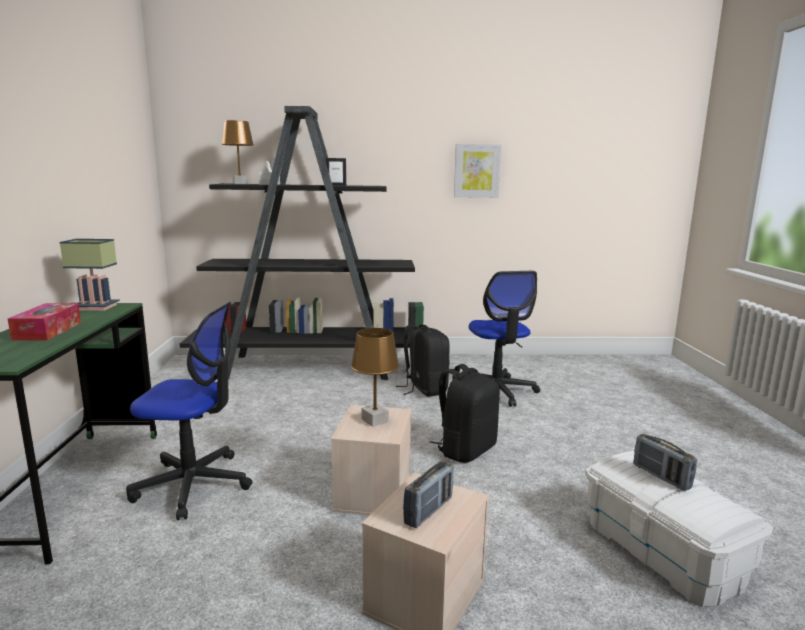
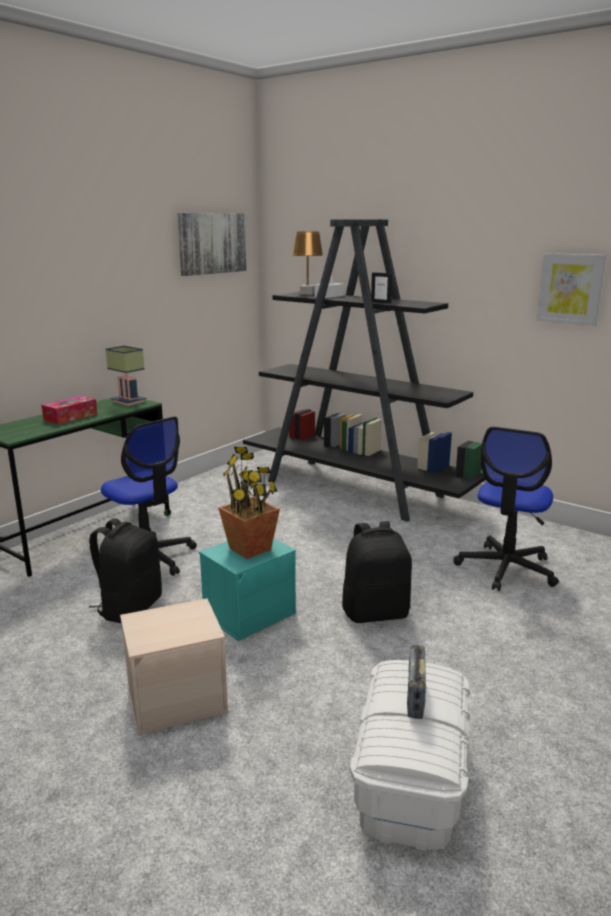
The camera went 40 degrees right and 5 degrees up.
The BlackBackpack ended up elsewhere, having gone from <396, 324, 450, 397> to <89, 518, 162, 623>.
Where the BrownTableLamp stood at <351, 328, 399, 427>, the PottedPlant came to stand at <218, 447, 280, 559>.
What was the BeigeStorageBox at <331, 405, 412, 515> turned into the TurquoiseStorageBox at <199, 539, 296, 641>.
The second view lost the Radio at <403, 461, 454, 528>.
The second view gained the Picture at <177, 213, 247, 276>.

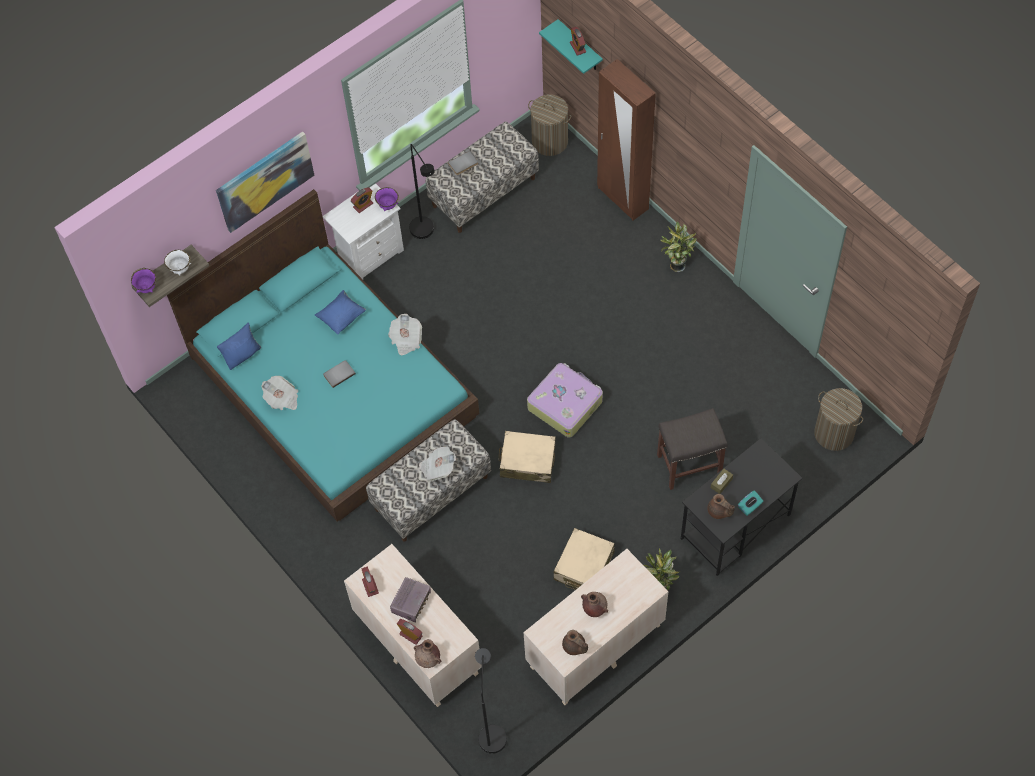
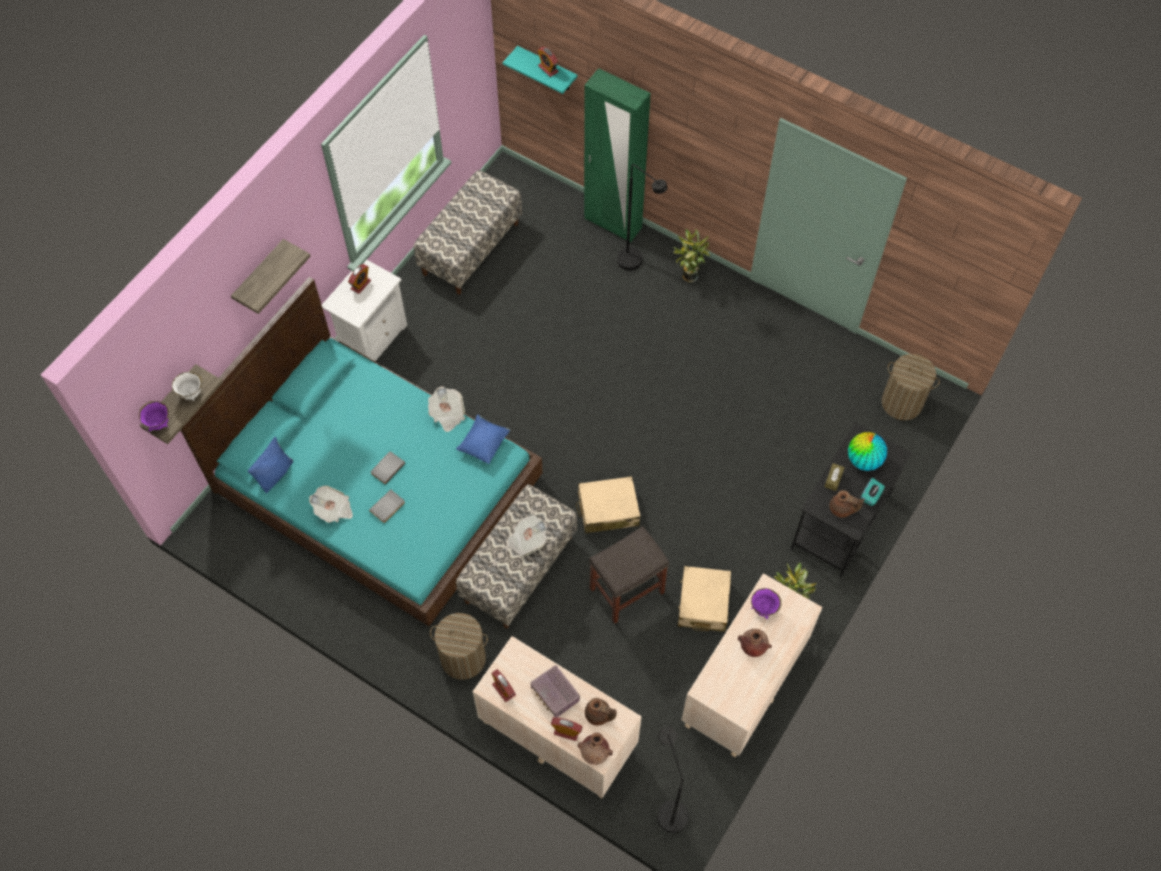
The camera went 20 degrees left and 0 degrees up.
What was the BrownWardrobe at <597, 59, 656, 221> turned into the GreenWardrobe at <584, 68, 651, 243>.
The LaundryBasket ended up elsewhere, having gone from <528, 94, 571, 156> to <430, 613, 488, 680>.
Where the Picture hung at <216, 131, 314, 233>, the Shelf came to hang at <231, 239, 311, 314>.
The BlackFloorLamp ended up elsewhere, having gone from <409, 144, 435, 239> to <617, 164, 667, 270>.
The GreyBook ended up elsewhere, having gone from <448, 151, 478, 175> to <369, 489, 405, 523>.
The PurpleBowl ended up elsewhere, having gone from <375, 187, 399, 211> to <751, 588, 782, 620>.
The BluePillow ended up elsewhere, having gone from <315, 290, 366, 334> to <456, 415, 510, 464>.
The second view lost the Suitcase at <527, 363, 603, 438>.
The GreyStool ended up elsewhere, having gone from <657, 408, 728, 490> to <589, 526, 669, 623>.
The Radio at <390, 577, 431, 622> ended up facing another way, 135 degrees clockwise from before.
The BrownTeapot ended up elsewhere, having gone from <562, 630, 588, 655> to <585, 698, 617, 726>.
The second view gained the Globe at <848, 432, 887, 471>.

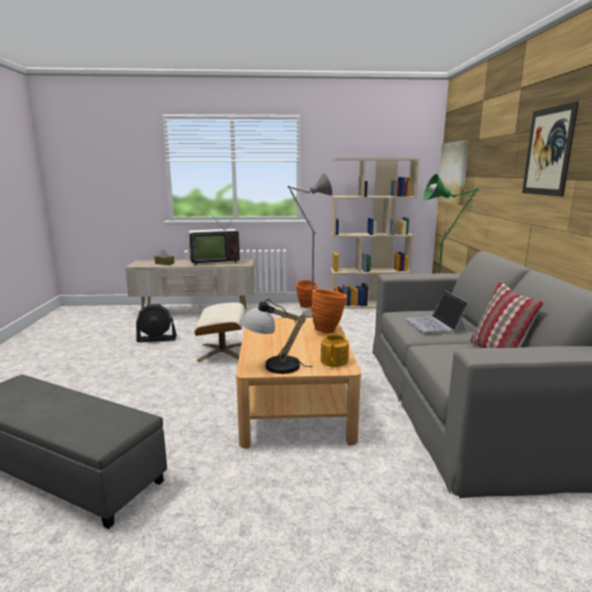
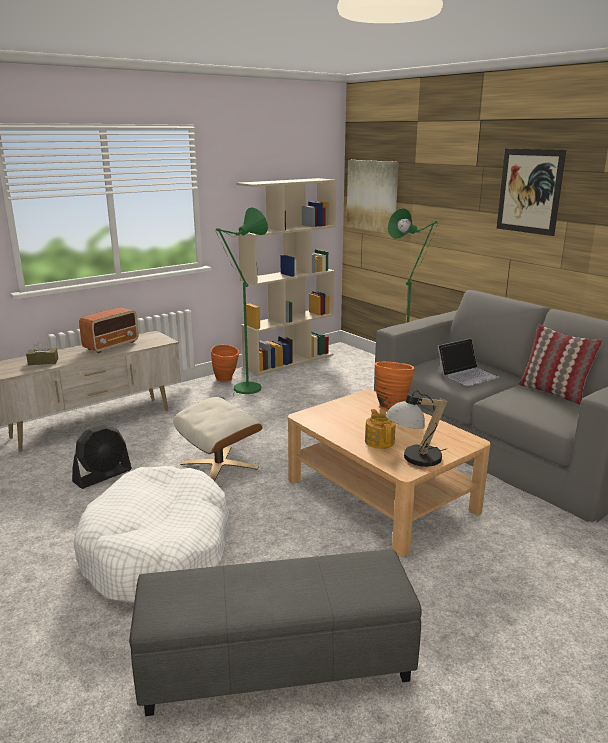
The camera went 35 degrees left and 5 degrees up.
What was the GreyFloorLamp at <281, 173, 332, 318> turned into the GreenFloorLamp at <216, 207, 268, 402>.
Where the Television stood at <188, 207, 240, 266>, the Radio came to stand at <79, 307, 138, 353>.
The Laptop at <405, 290, 469, 333> ended up facing another way, 75 degrees counterclockwise from before.
The Teapot ended up elsewhere, having gone from <320, 331, 349, 367> to <365, 409, 396, 449>.
The second view gained the WhiteDogBed at <74, 466, 229, 603>.

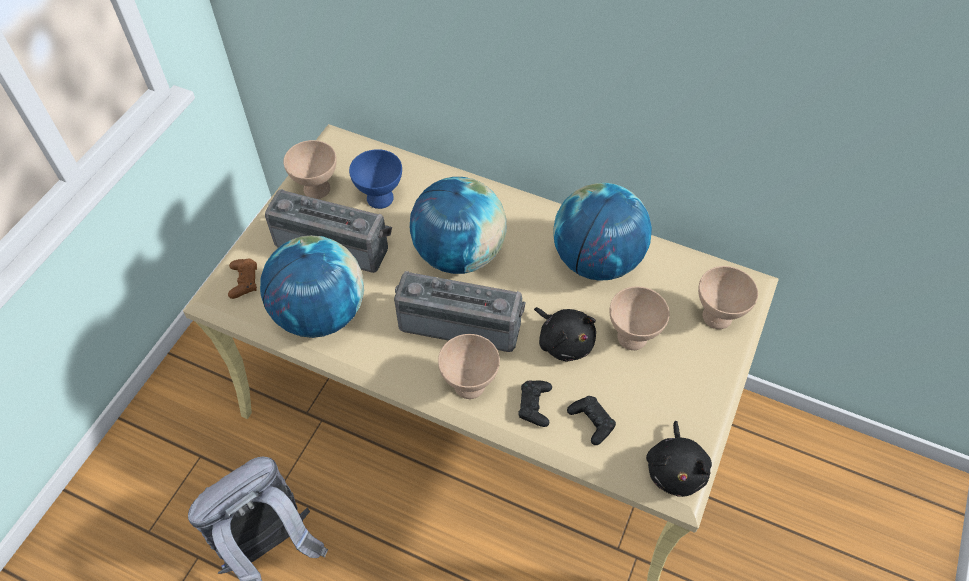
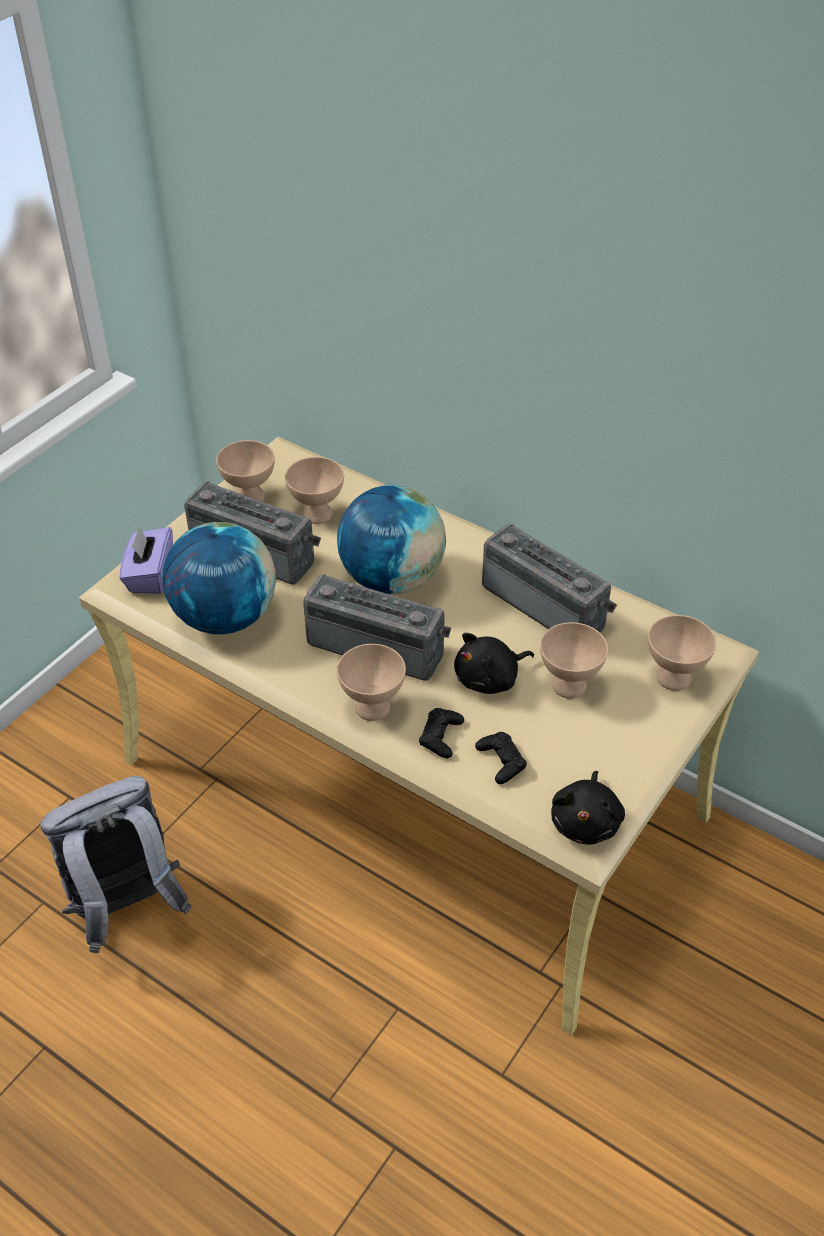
The camera went 10 degrees right and 10 degrees down.
What was the BlueBowl at <349, 149, 402, 209> turned into the BeigeBowl at <285, 457, 344, 524>.
Where the Globe stood at <553, 183, 652, 281>, the Radio came to stand at <482, 524, 617, 632>.
Where the BrownGameController stood at <228, 258, 257, 299>, the PurpleTissueBox came to stand at <120, 526, 173, 594>.
The BlackPlushToy at <534, 307, 596, 362> ended up facing another way, 90 degrees clockwise from before.

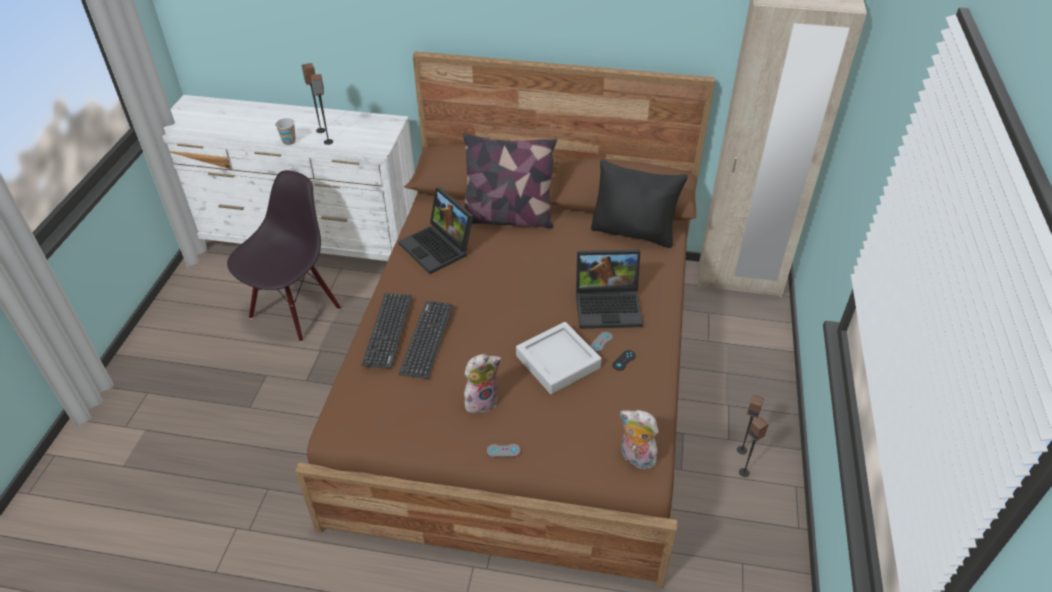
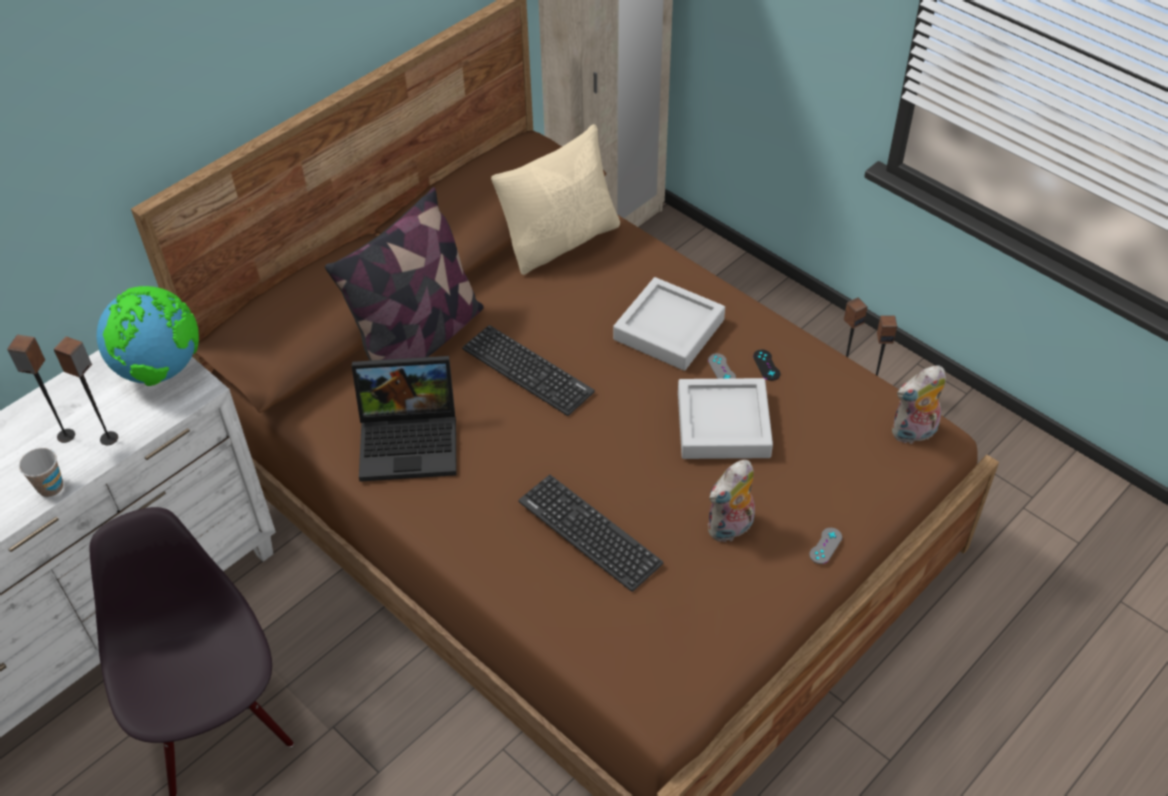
The camera went 55 degrees left and 5 degrees up.
What was the BlackPillow at <591, 160, 688, 248> turned into the BeigePillow at <491, 124, 620, 275>.
Where the Laptop stood at <576, 249, 643, 329>, the GreyTray came to stand at <613, 277, 725, 371>.
The Keyboard ended up elsewhere, having gone from <362, 293, 412, 369> to <462, 325, 595, 416>.
The PlushToy at <464, 354, 501, 416> ended up facing another way, 135 degrees counterclockwise from before.
The second view gained the Globe at <97, 286, 199, 386>.

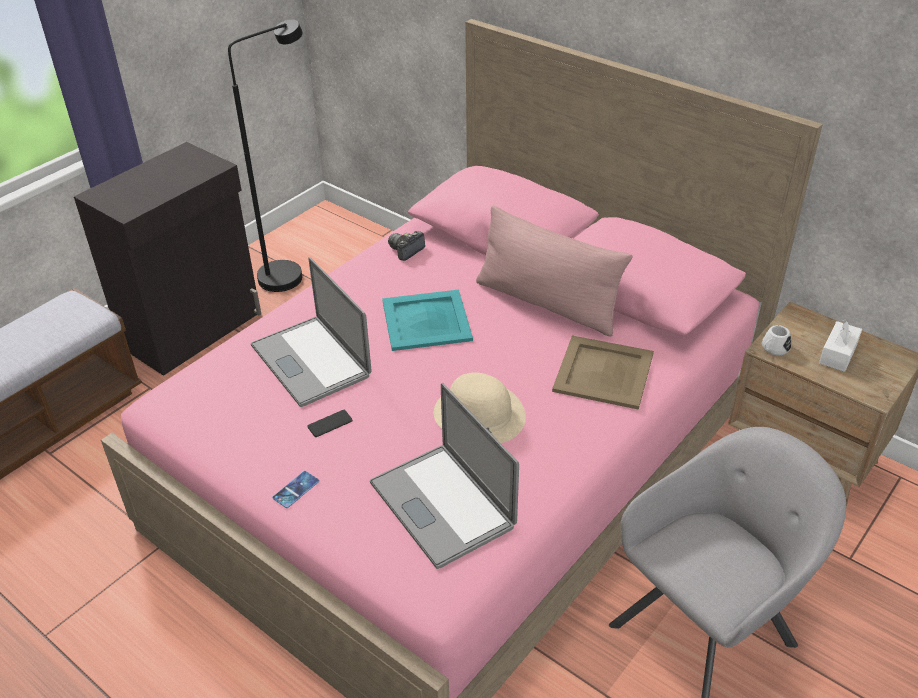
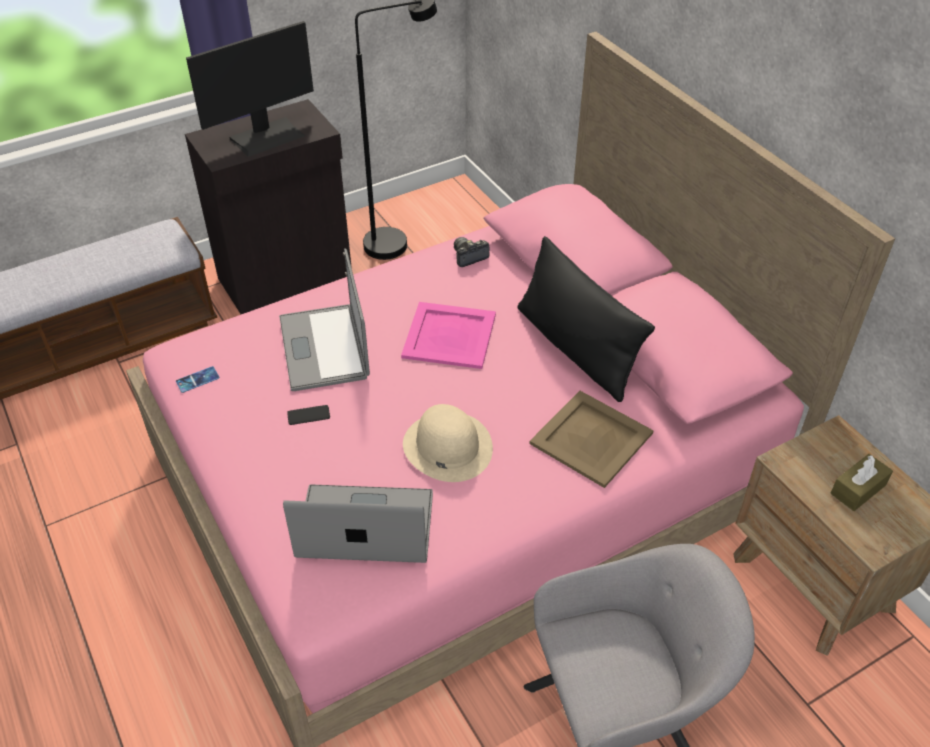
The camera went 20 degrees right and 5 degrees up.
What was the PinkPillow at <476, 205, 632, 337> turned into the BlackPillow at <518, 236, 655, 402>.
What was the TurquoiseTray at <382, 290, 473, 351> turned into the PinkTray at <401, 302, 496, 369>.
What was the WhiteTissueBox at <819, 319, 862, 372> turned into the BrownTissueBox at <831, 454, 893, 511>.
The second view lost the WhiteMug at <762, 325, 791, 355>.
The Laptop at <370, 383, 519, 569> ended up facing another way, 105 degrees clockwise from before.
The Phone ended up elsewhere, having gone from <272, 471, 319, 508> to <176, 366, 220, 393>.
The second view gained the Monitor at <186, 21, 314, 157>.

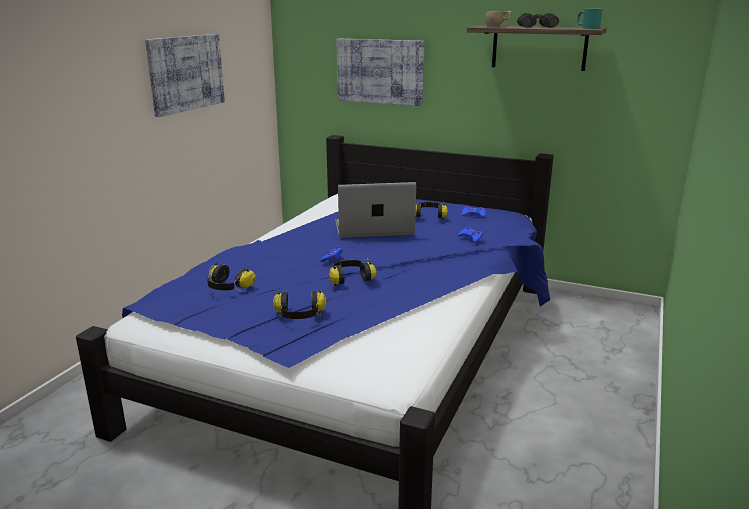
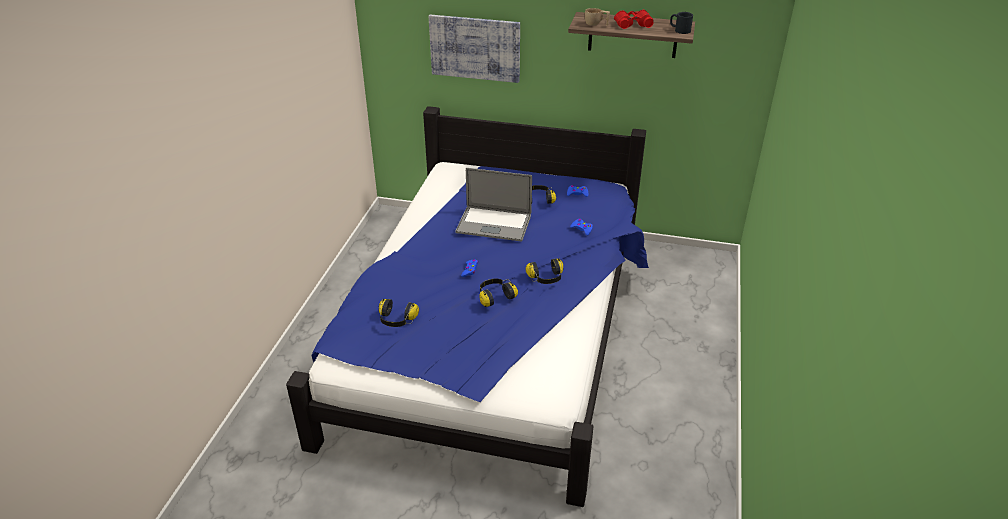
The camera went 10 degrees left and 15 degrees up.
What was the TurquoiseMug at <577, 9, 602, 29> turned into the BlackMug at <670, 12, 693, 34>.
What was the BlackBinoculars at <517, 13, 559, 28> turned into the RedBinoculars at <614, 10, 654, 29>.
The second view lost the Picture at <145, 34, 225, 117>.
The Laptop at <335, 182, 416, 238> ended up facing another way, 150 degrees counterclockwise from before.
The Headphones ended up elsewhere, having gone from <273, 290, 326, 319> to <526, 258, 563, 284>.

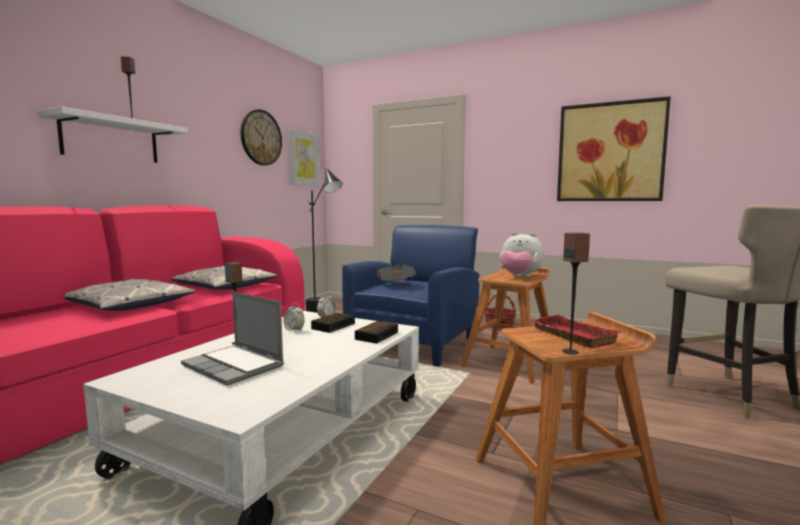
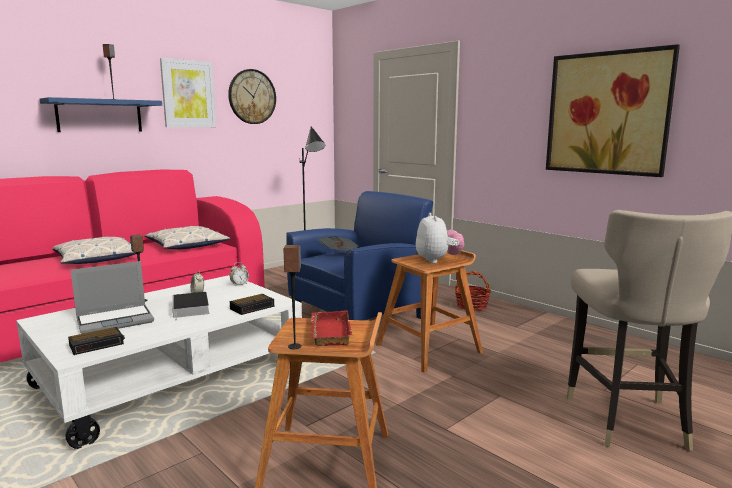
The camera went 20 degrees right and 5 degrees up.
What was the WhiteShelf at <38, 106, 188, 163> turned into the BlueShelf at <40, 97, 162, 132>.
The Picture ended up elsewhere, having gone from <289, 129, 320, 186> to <160, 58, 216, 127>.
The PlushToy at <500, 232, 544, 277> ended up facing another way, 150 degrees counterclockwise from before.
The Laptop at <181, 291, 284, 386> ended up facing another way, 90 degrees counterclockwise from before.
The AlarmClock ended up elsewhere, having gone from <311, 313, 355, 333> to <68, 327, 125, 355>.
The second view gained the Book at <172, 292, 209, 321>.

